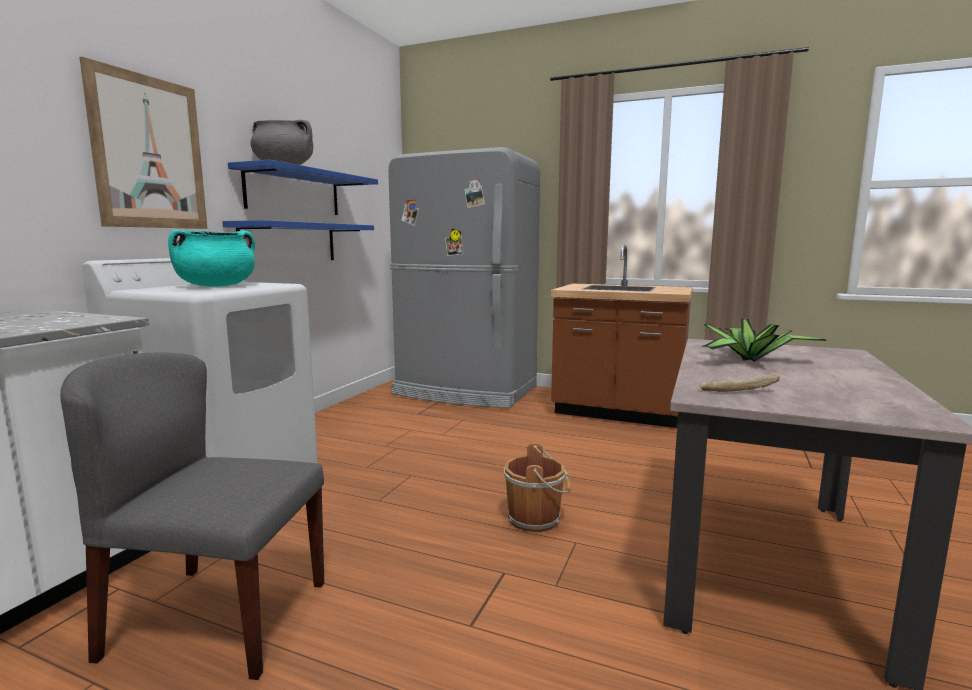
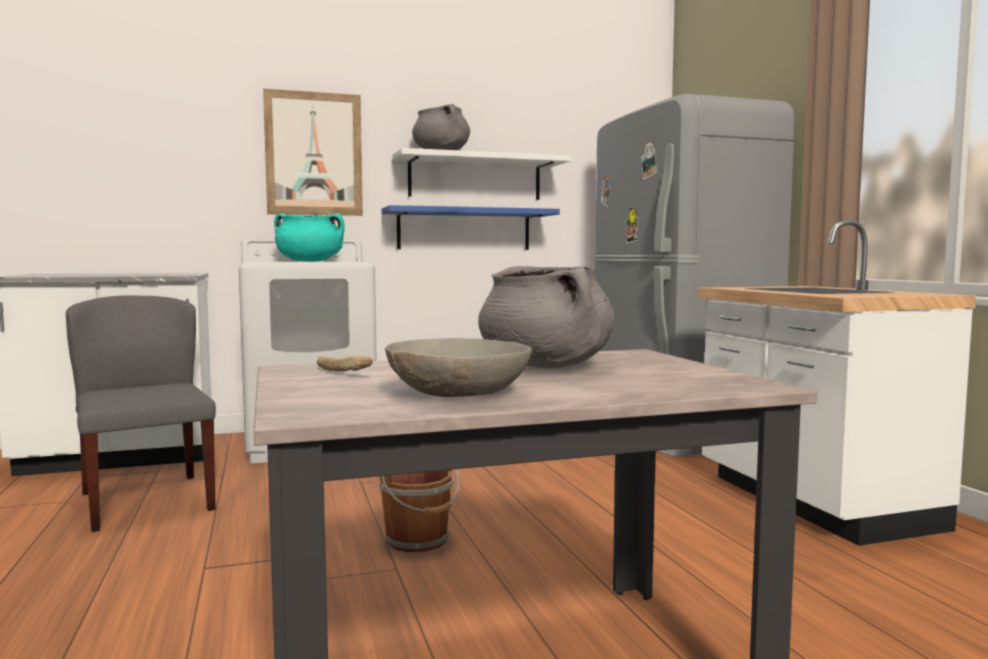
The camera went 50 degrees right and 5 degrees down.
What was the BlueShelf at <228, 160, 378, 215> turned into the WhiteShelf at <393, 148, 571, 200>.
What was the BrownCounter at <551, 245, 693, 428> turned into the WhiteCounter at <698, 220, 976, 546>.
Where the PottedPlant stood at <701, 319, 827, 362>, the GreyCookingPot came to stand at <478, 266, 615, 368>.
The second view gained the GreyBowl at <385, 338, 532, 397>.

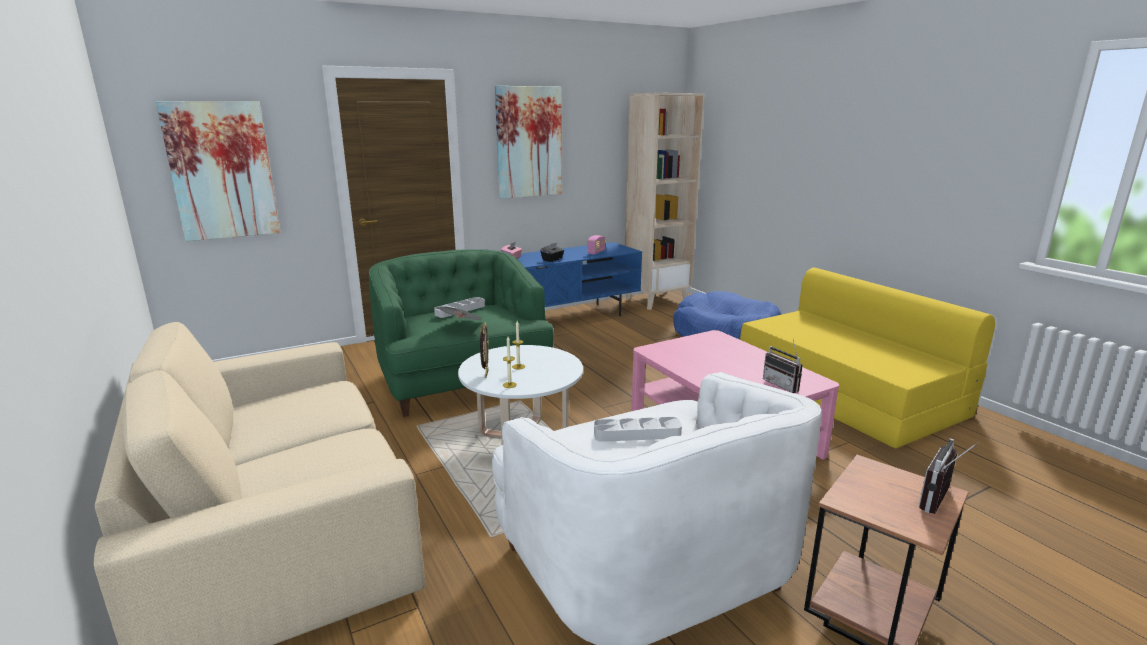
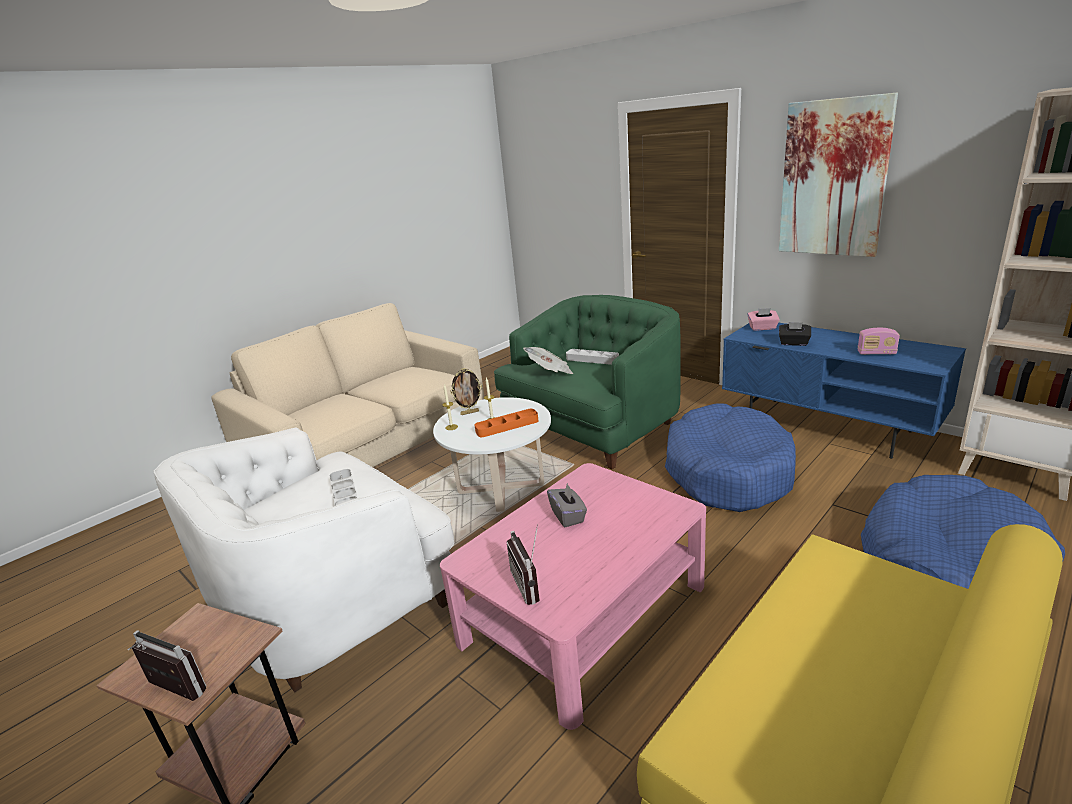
The camera went 75 degrees right and 5 degrees up.
The second view lost the Picture at <156, 101, 280, 241>.
The Radio at <763, 340, 803, 393> ended up facing another way, 60 degrees counterclockwise from before.
The second view gained the BlueDogBed at <665, 403, 796, 512>.
The second view gained the OrangeTray at <474, 409, 539, 437>.
The second view gained the GreyTissueBox at <547, 483, 587, 527>.

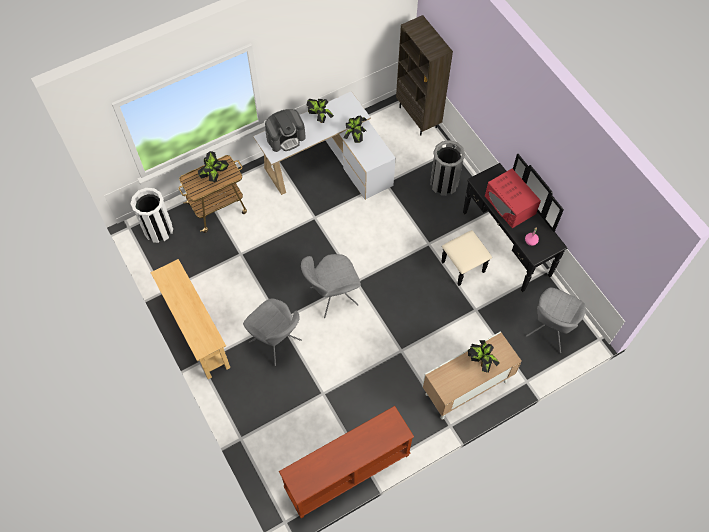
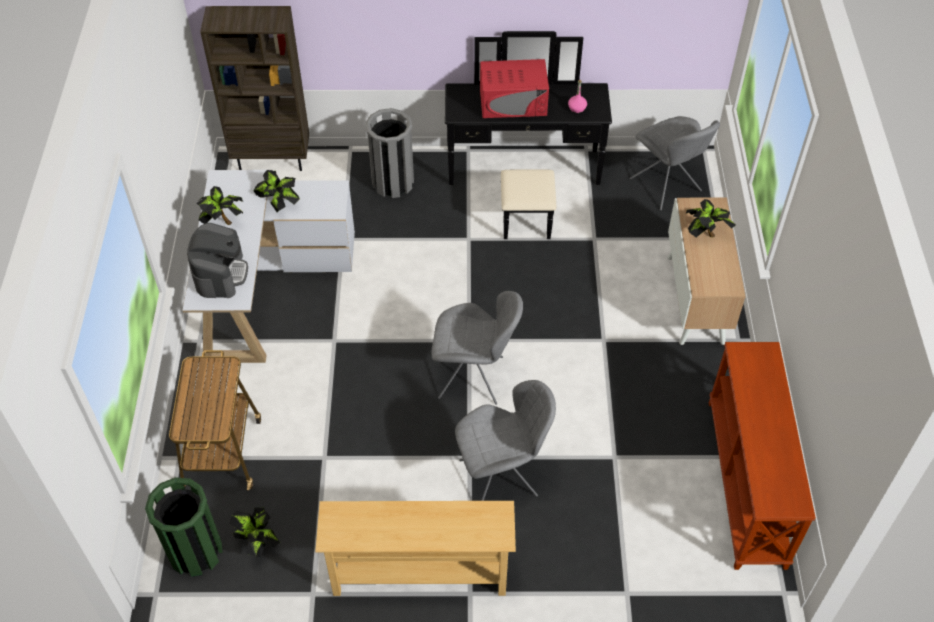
The camera went 60 degrees left and 10 degrees down.
The PottedPlant ended up elsewhere, having gone from <198, 151, 229, 182> to <230, 507, 280, 557>.
What was the WhiteTrashCan at <131, 188, 173, 243> turned into the GreenTrashCan at <145, 477, 222, 577>.
The GreyChair at <301, 254, 361, 318> ended up facing another way, 90 degrees counterclockwise from before.

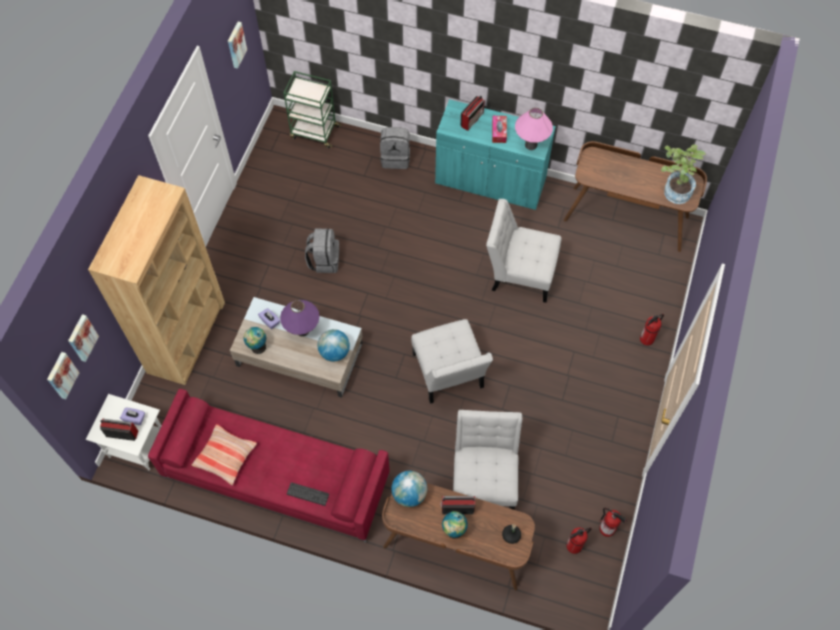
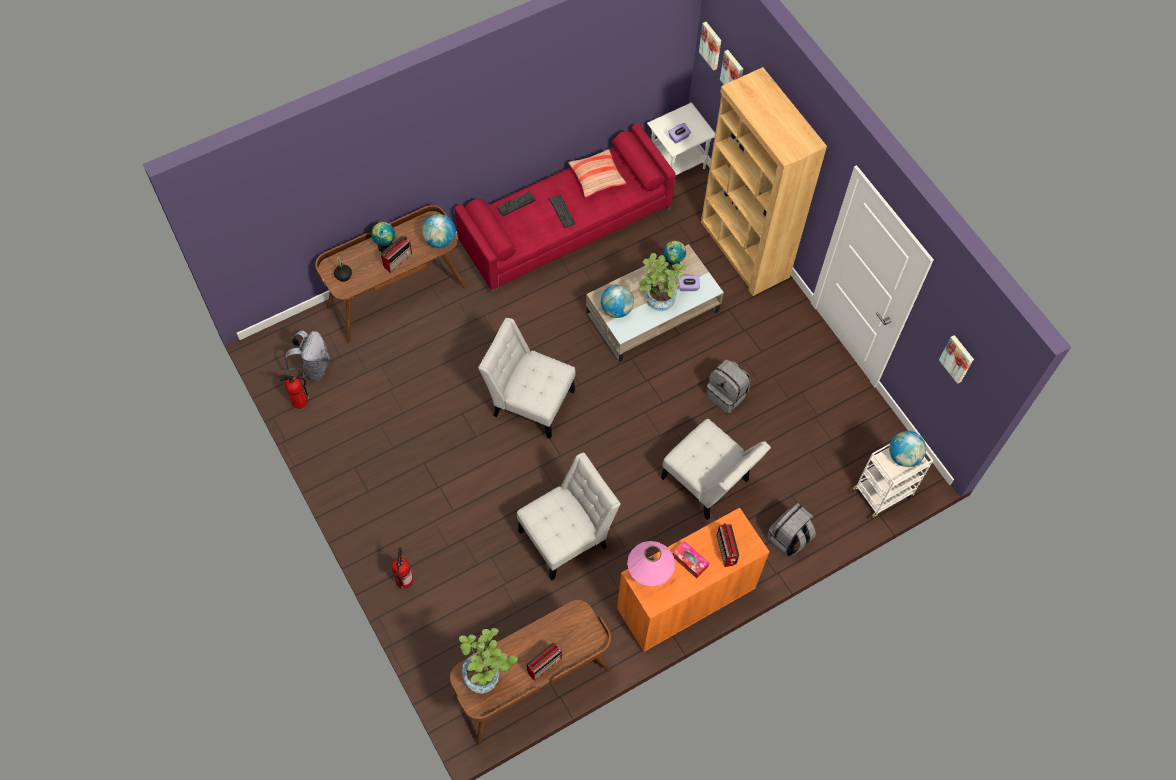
The camera went 130 degrees right and 0 degrees up.
What was the GreenCart at <284, 71, 342, 148> turned into the WhiteCart at <849, 444, 934, 520>.
What was the TurquoiseCabinet at <435, 99, 556, 210> turned into the OrangeCabinet at <617, 508, 769, 652>.
Where the PurpleTableLamp stood at <280, 300, 320, 337>, the PottedPlant came to stand at <639, 253, 687, 311>.
The WhiteChair ended up elsewhere, having gone from <453, 410, 522, 510> to <661, 419, 771, 520>.
The Radio ended up elsewhere, having gone from <100, 418, 138, 441> to <527, 642, 562, 681>.
Where the FireExtinguisher stood at <566, 527, 592, 554>, the GreyBackpack came to stand at <285, 330, 330, 382>.
The second view gained the Keyboard at <549, 195, 575, 228>.
The second view gained the Globe at <889, 431, 926, 467>.

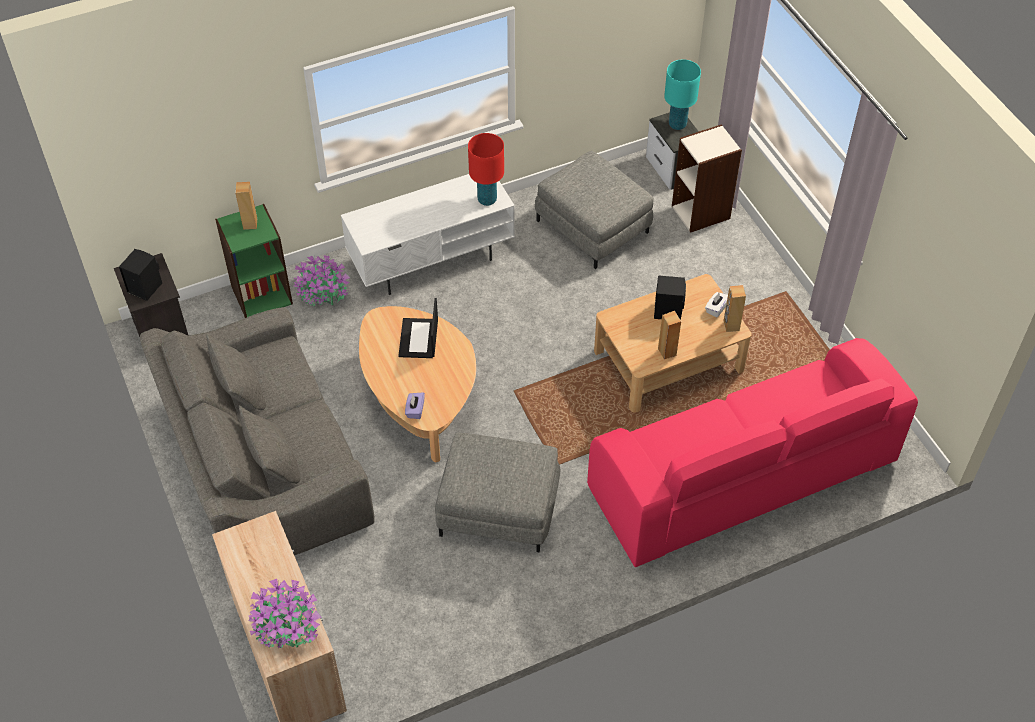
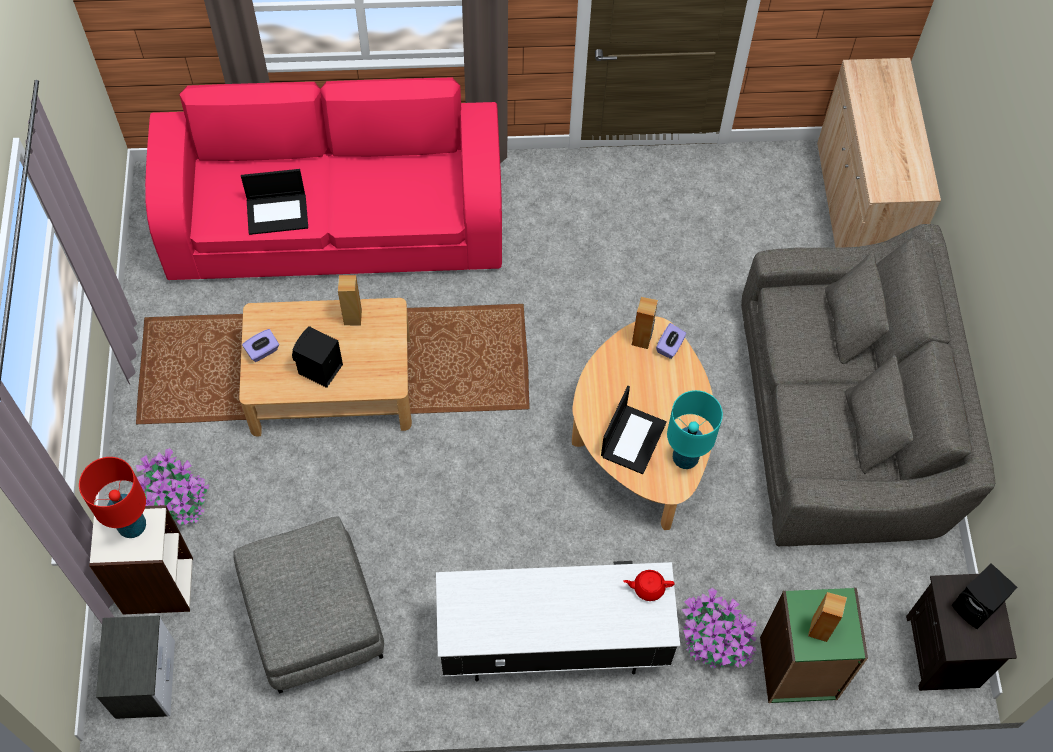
The camera went 160 degrees left and 10 degrees up.
The TurquoiseTableLamp ended up elsewhere, having gone from <664, 59, 701, 130> to <667, 390, 723, 469>.
The RedTableLamp ended up elsewhere, having gone from <468, 133, 504, 206> to <79, 457, 146, 538>.
The BrownSpeaker ended up elsewhere, having gone from <724, 285, 746, 332> to <632, 297, 658, 349>.
What was the WhiteTissueBox at <705, 292, 728, 317> turned into the PurpleTissueBox at <242, 329, 279, 362>.
The second view lost the GreyOttoman at <435, 433, 560, 552>.
The PottedPlant ended up elsewhere, having gone from <248, 579, 322, 649> to <132, 448, 209, 525>.
The second view gained the Laptop at <241, 169, 308, 235>.
The second view gained the RedTeapot at <623, 570, 675, 601>.

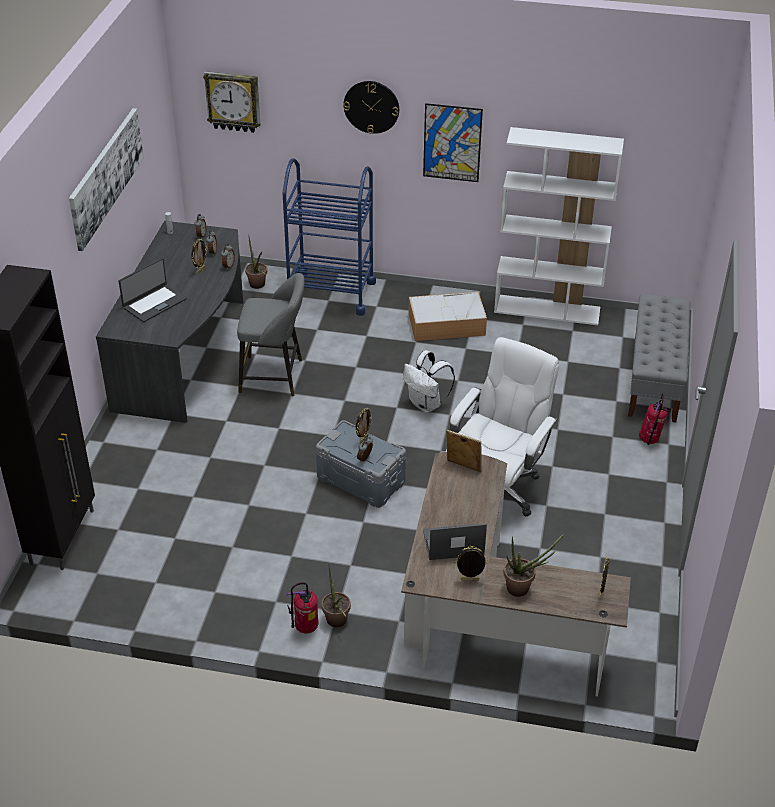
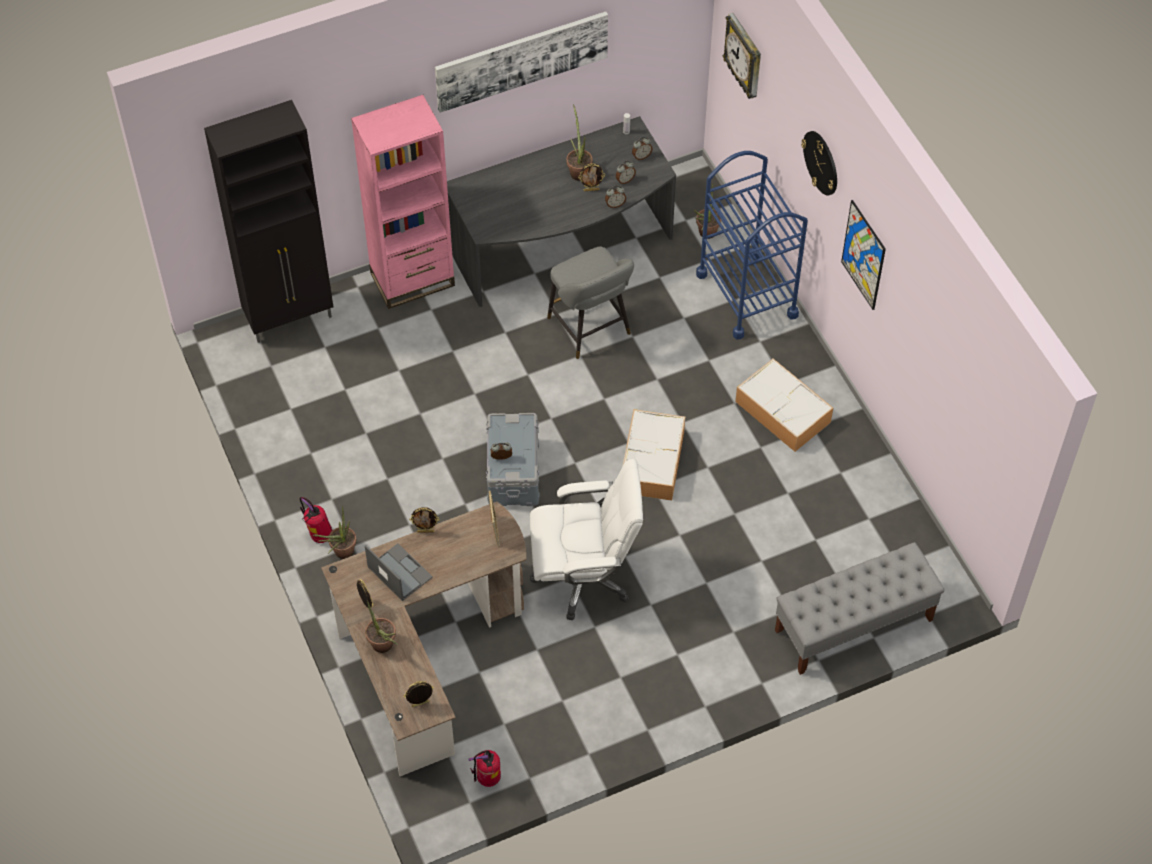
The camera went 55 degrees right and 15 degrees up.
The second view lost the WhiteBookcase at <494, 127, 624, 325>.
The second view lost the Laptop at <118, 258, 187, 322>.
Where the WhiteBackpack stood at <403, 350, 455, 413>, the StorageBox came to stand at <623, 409, 685, 501>.
The FireExtinguisher ended up elsewhere, having gone from <639, 393, 671, 445> to <468, 750, 501, 787>.
The PictureFrame ended up elsewhere, having gone from <356, 408, 372, 444> to <409, 507, 439, 533>.
The second view gained the PinkBookcase at <351, 95, 455, 309>.
The second view gained the PottedPlant at <566, 104, 593, 181>.

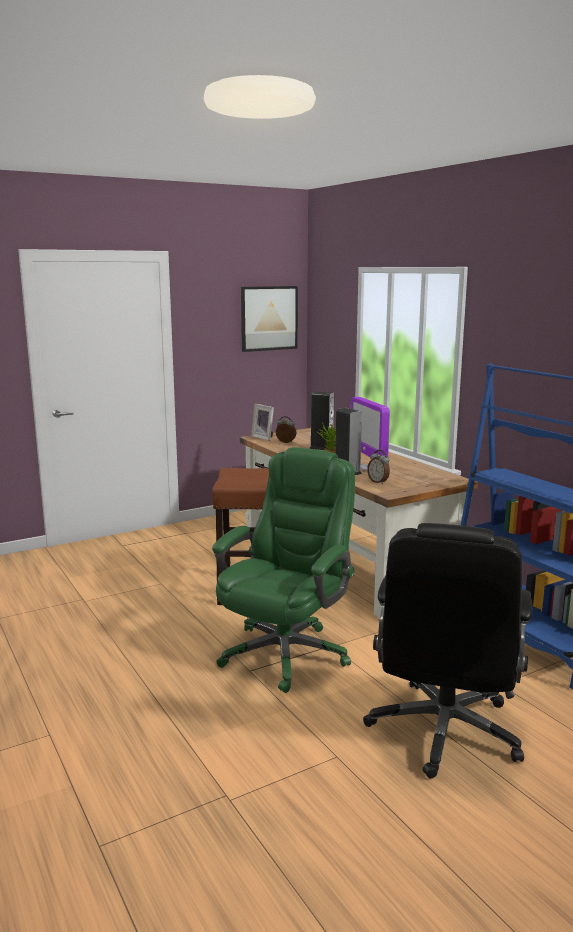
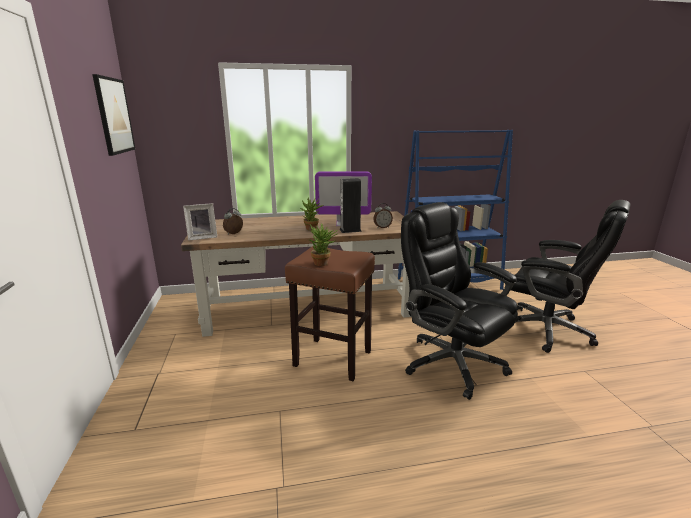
The camera went 70 degrees left and 5 degrees up.
The second view lost the Speaker at <309, 391, 334, 450>.
What was the GreenOfficeChair at <212, 447, 355, 693> turned into the BlackOfficeChair at <401, 202, 518, 400>.
The second view gained the PottedPlant at <310, 223, 339, 266>.

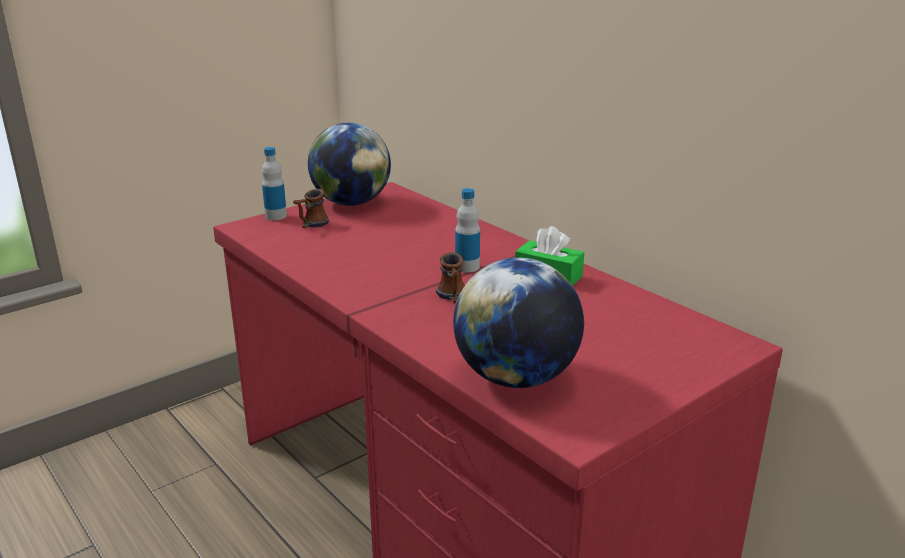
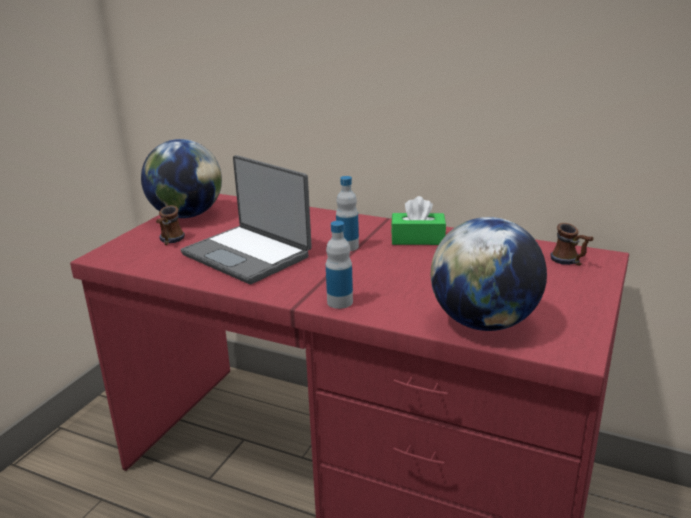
The camera went 25 degrees left and 0 degrees up.
The Bottle ended up elsewhere, having gone from <262, 147, 287, 220> to <326, 221, 353, 309>.
The Mug ended up elsewhere, having gone from <436, 252, 465, 303> to <551, 223, 594, 266>.
The second view gained the Laptop at <181, 155, 312, 284>.

